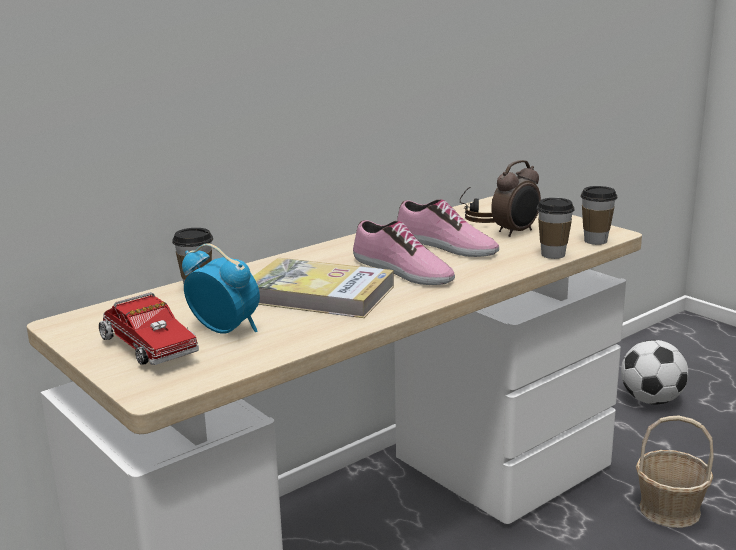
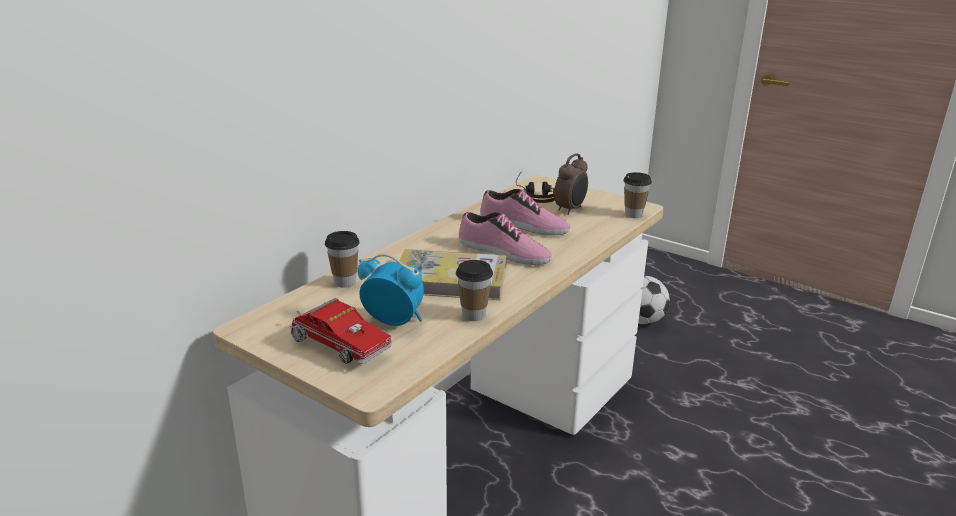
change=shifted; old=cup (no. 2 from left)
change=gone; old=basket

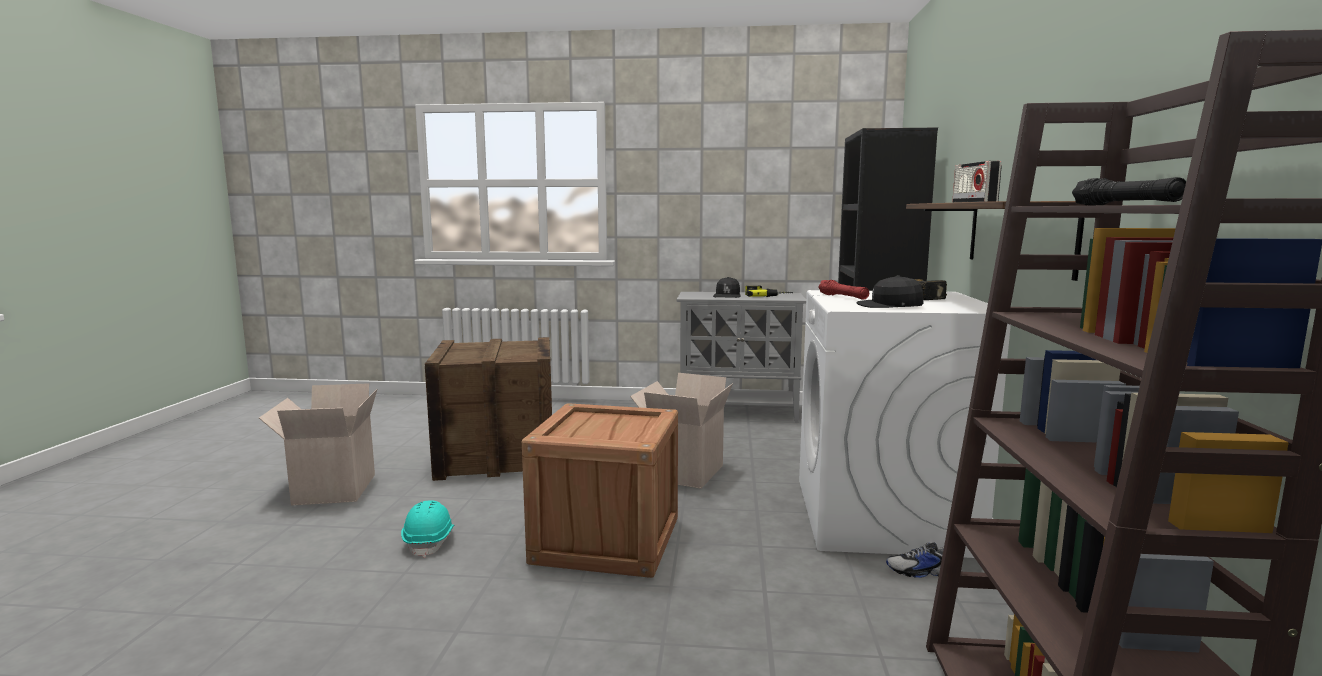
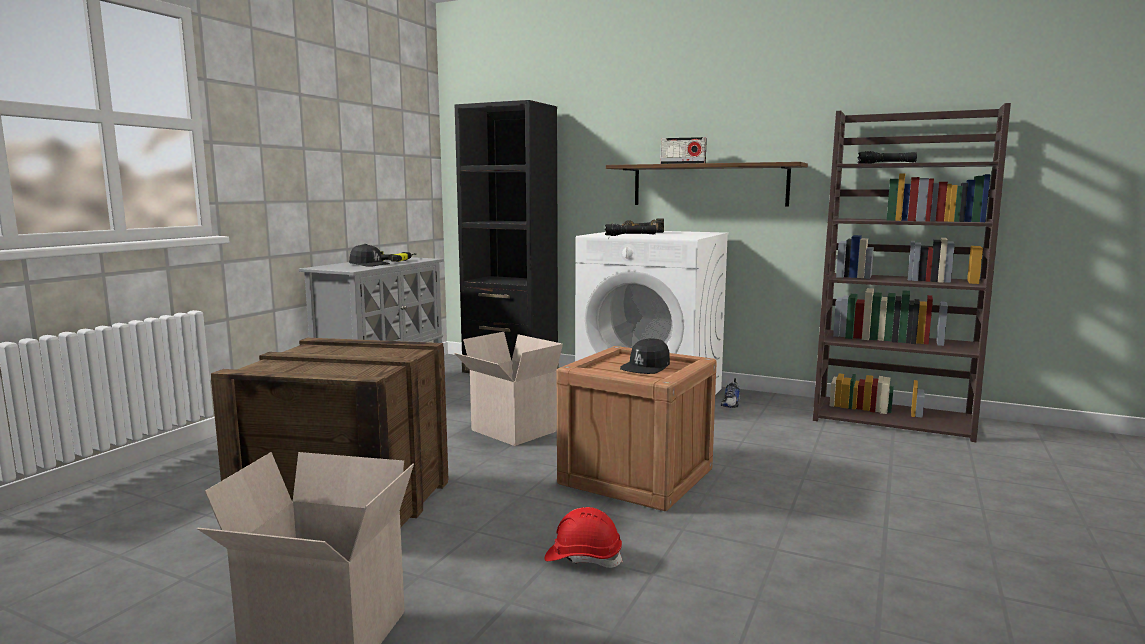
change=repainted; old=hard hat/turquoise; new=hard hat/red
change=repainted; old=flashlight/red; new=flashlight/black (no. 1 from left)
change=shifted; old=cap/black (no. 2 from left)

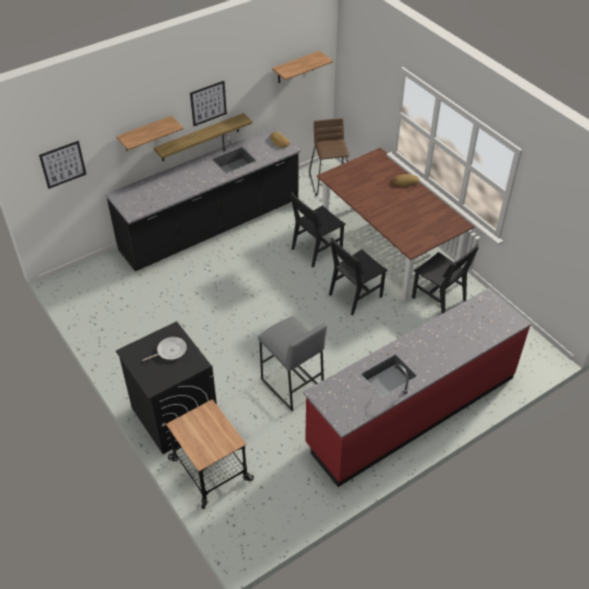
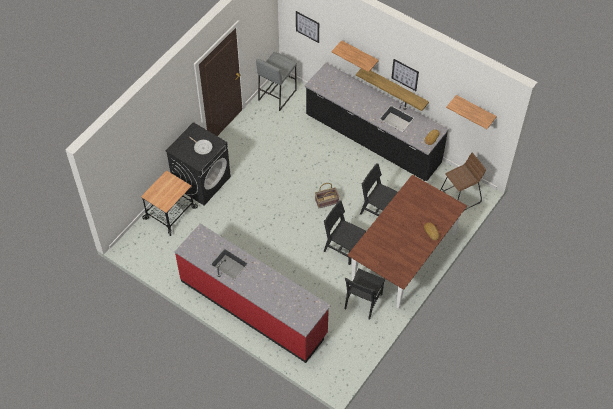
change=shifted; old=stool/grey
change=new; new=basket

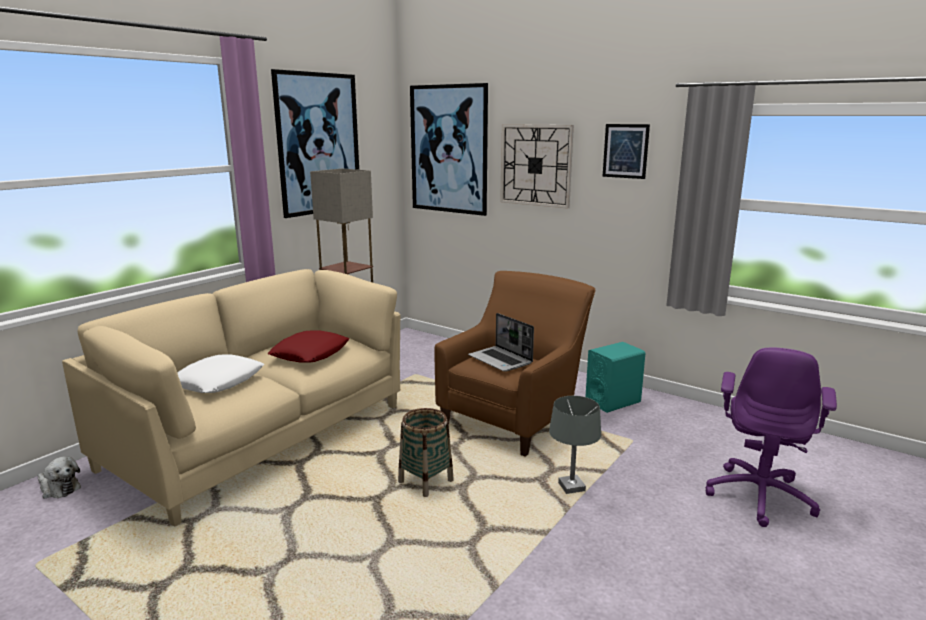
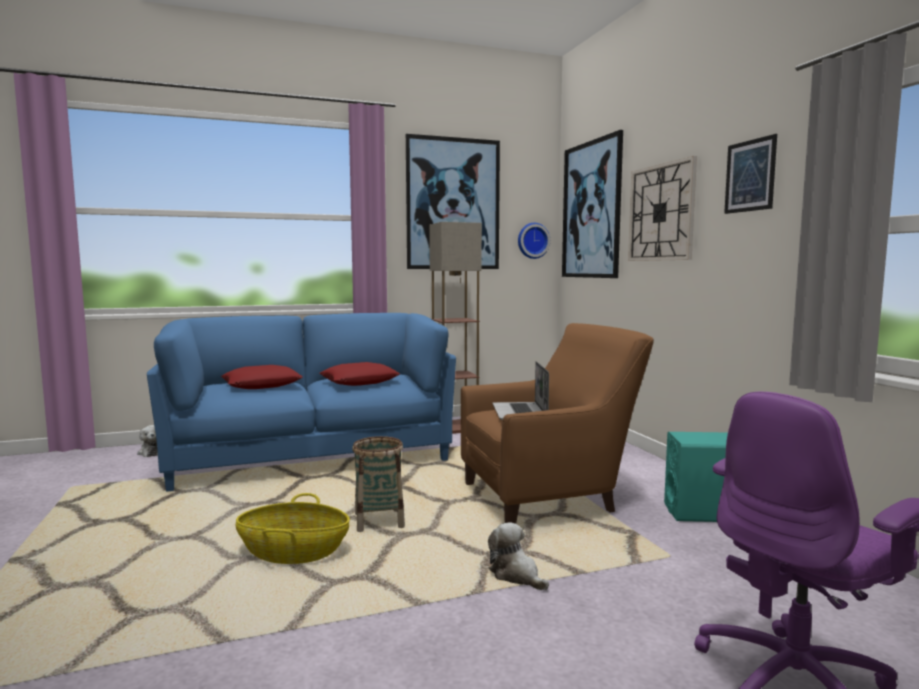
change=repainted; old=sofa/beige; new=sofa/blue
change=repainted; old=pillow/white; new=pillow/red (no. 1 from left)
change=swapped; old=table lamp/grey; new=plush toy (no. 2 from left)
change=new; new=basket (no. 1 from left)
change=new; new=wall clock (no. 1 from left)

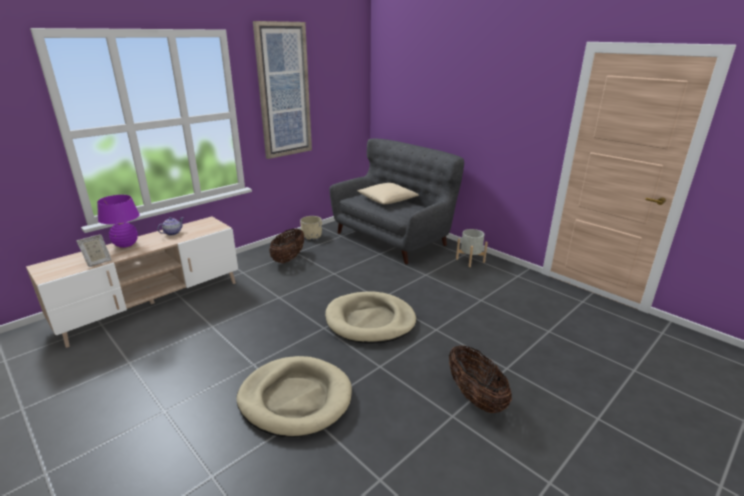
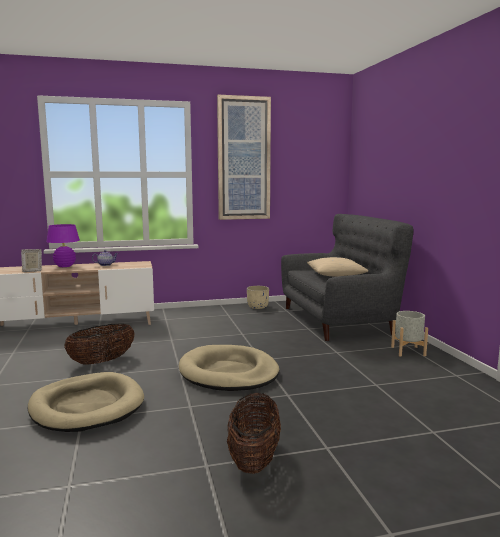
change=shifted; old=basket (no. 1 from left)

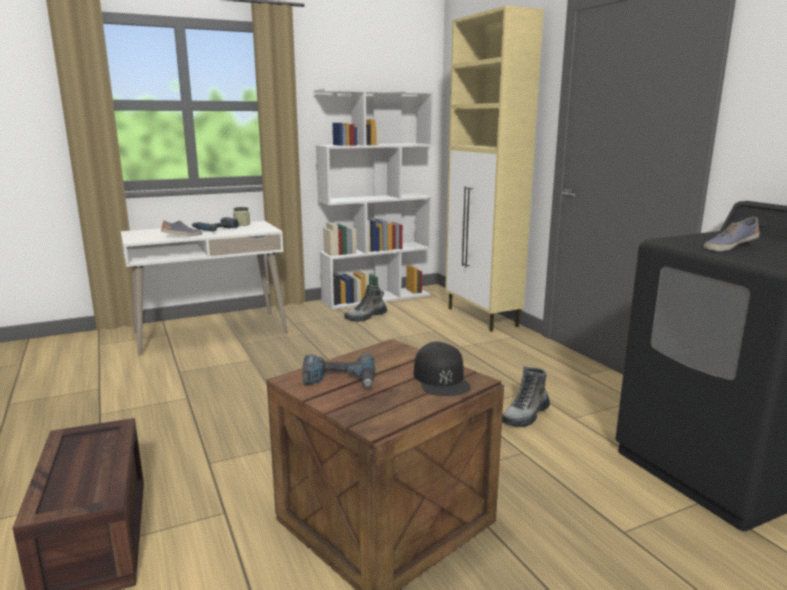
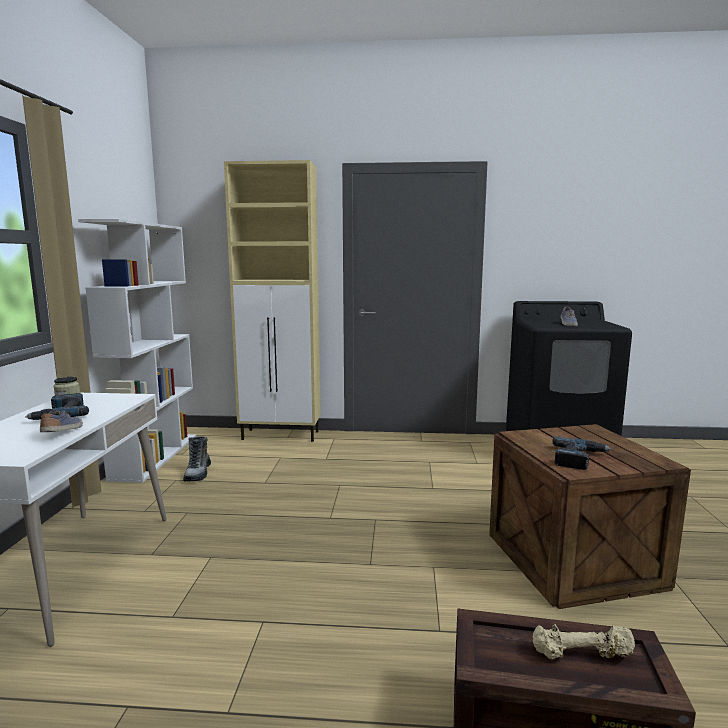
change=gone; old=cap/black
change=gone; old=boot (no. 2 from left)
change=new; new=dumbbell/beige

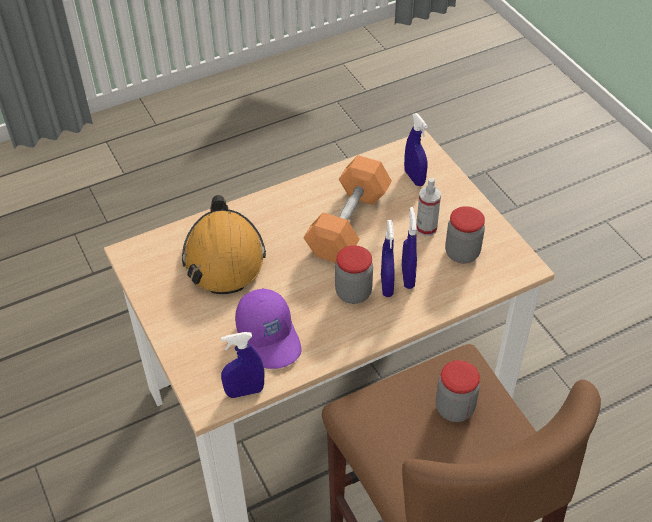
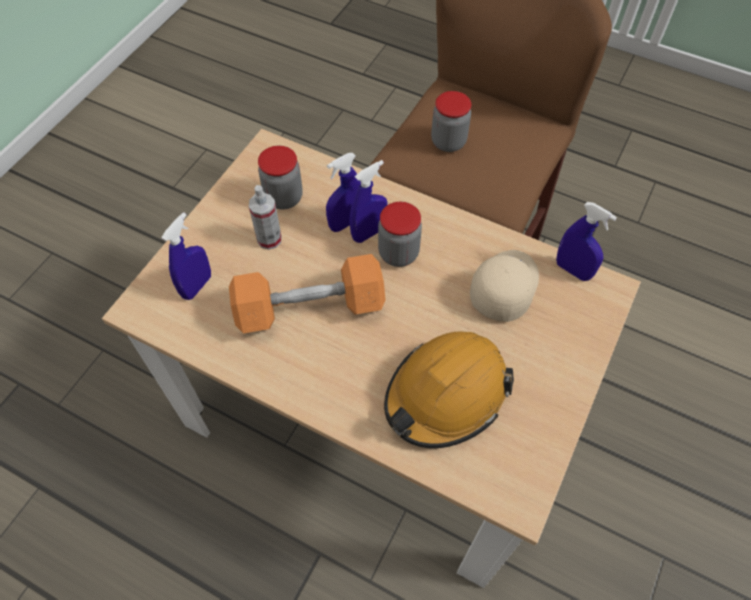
change=repainted; old=cap/purple; new=cap/beige

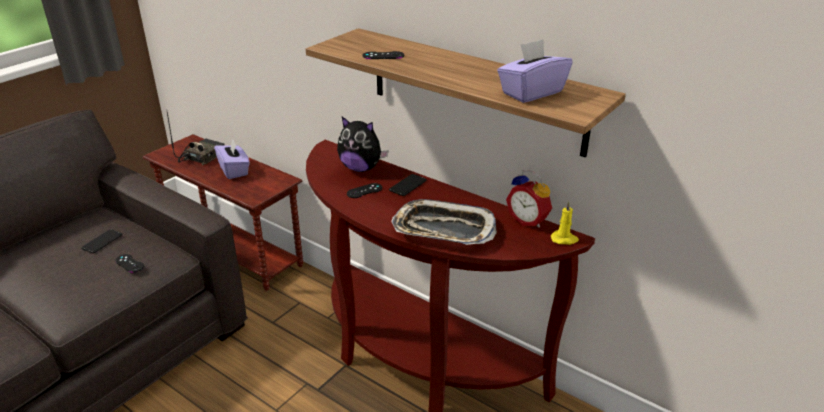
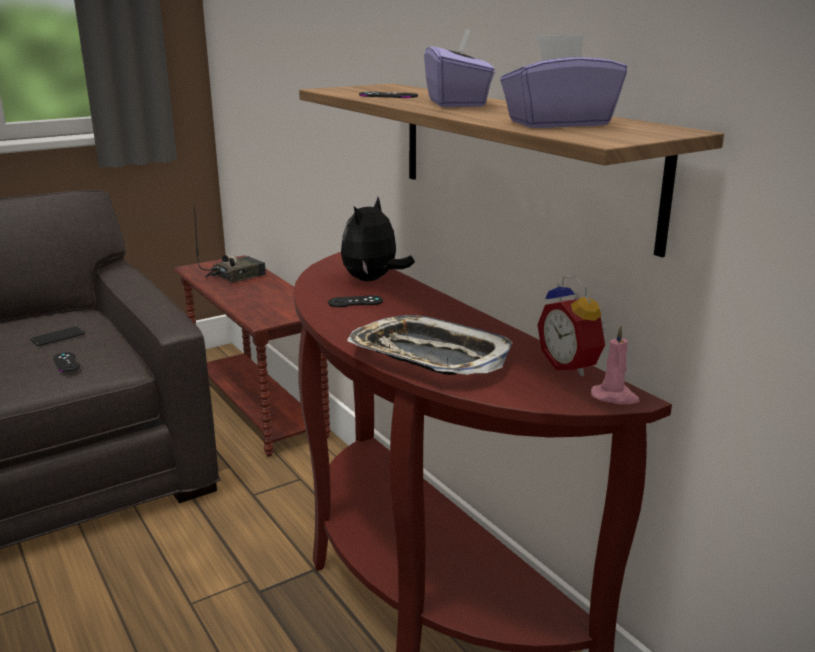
change=shifted; old=tissue box/purple (no. 1 from left)
change=rotated; old=plush toy; degrees=75
change=gone; old=phone (no. 2 from left)
change=repainted; old=candle/yellow; new=candle/pink

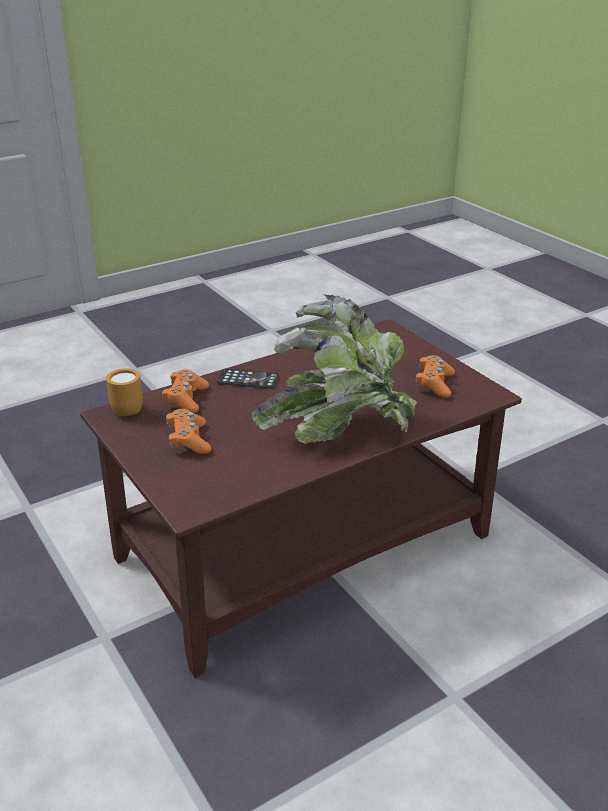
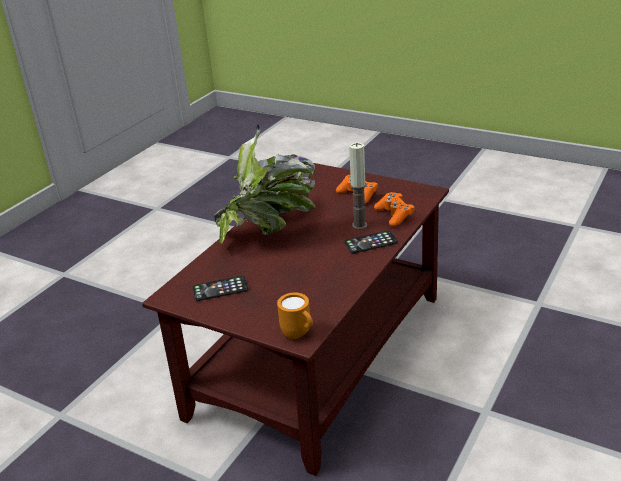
change=shifted; old=mug/orange
change=swapped; old=game controller/orange (no. 3 from left); new=phone (no. 1 from left)
change=new; new=candle

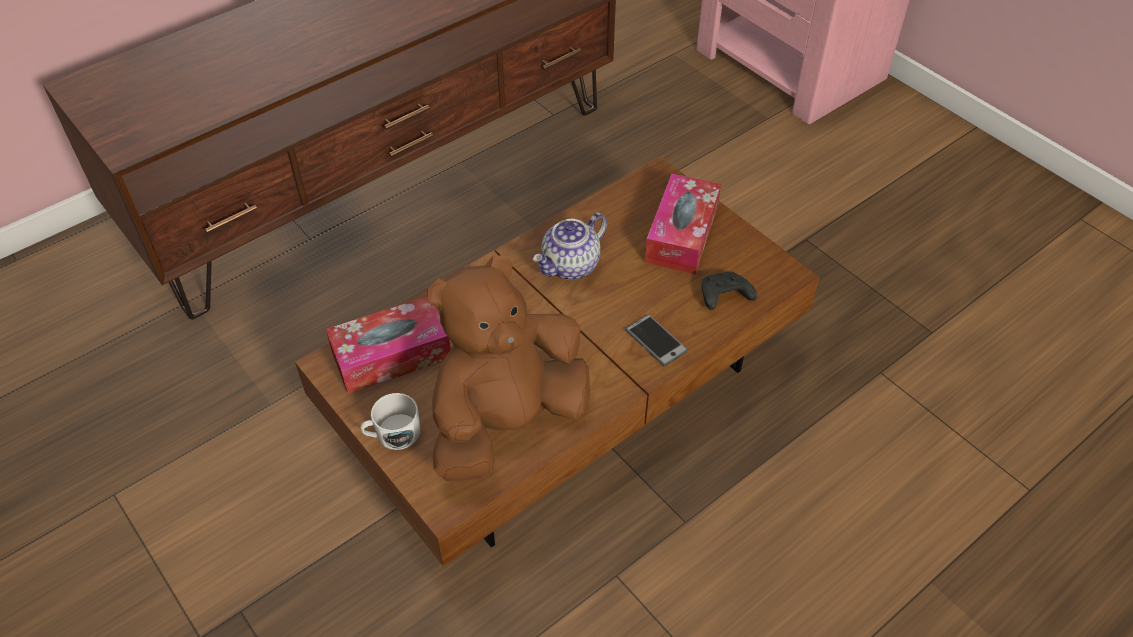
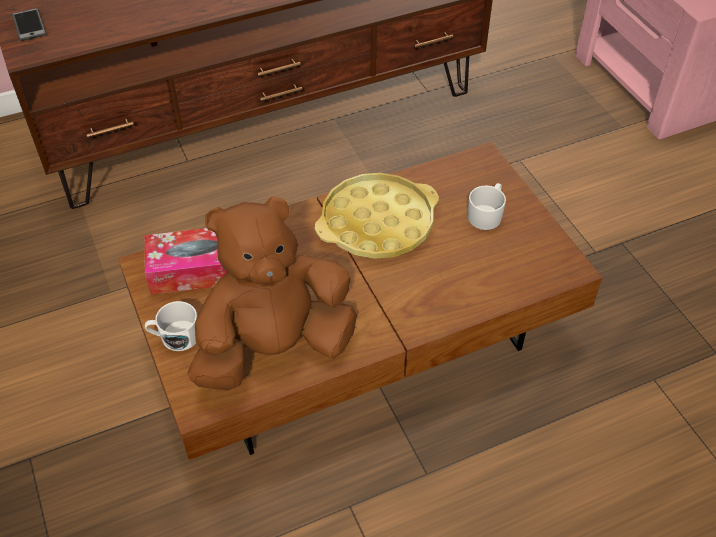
change=swapped; old=teapot; new=tray/yellow
change=shifted; old=phone
change=swapped; old=tissue box (no. 2 from left); new=mug/white (no. 2 from left)
change=gone; old=game controller/black

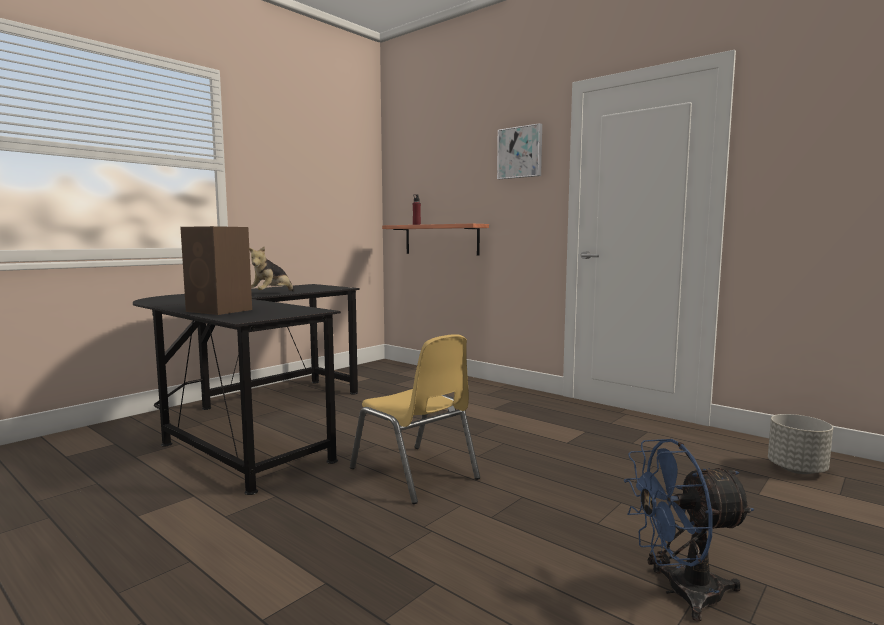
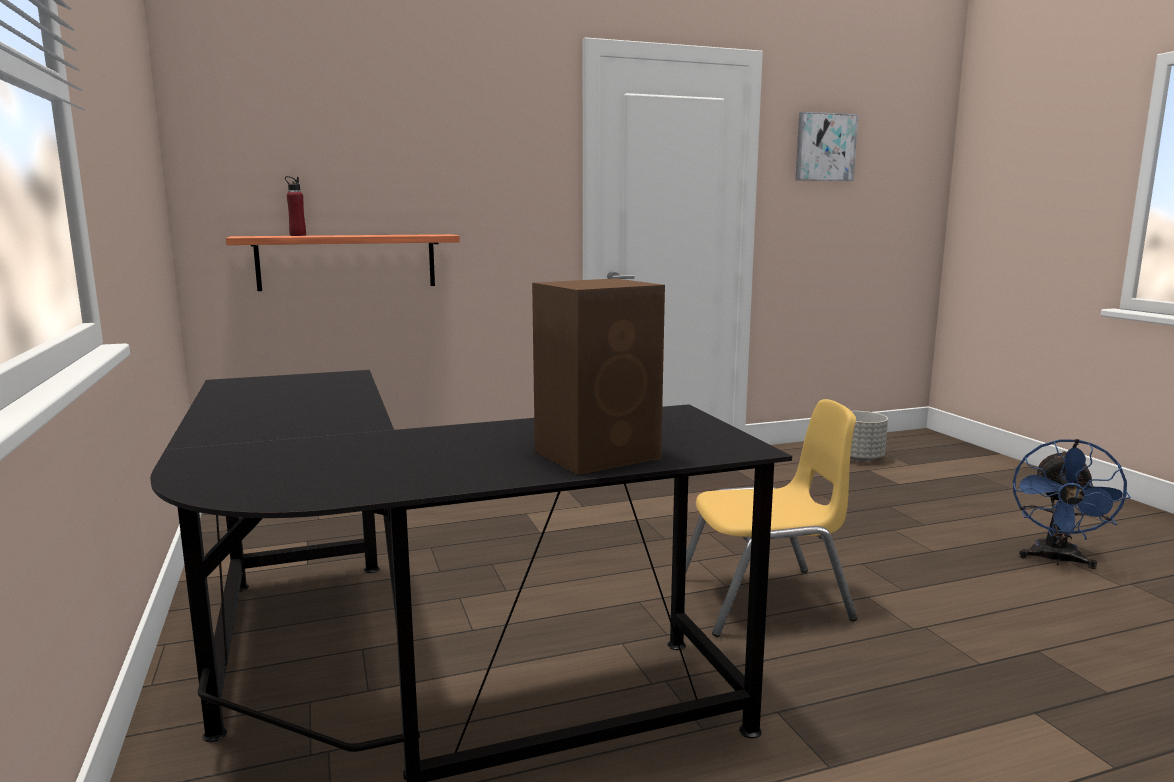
change=gone; old=plush toy
change=shifted; old=picture

